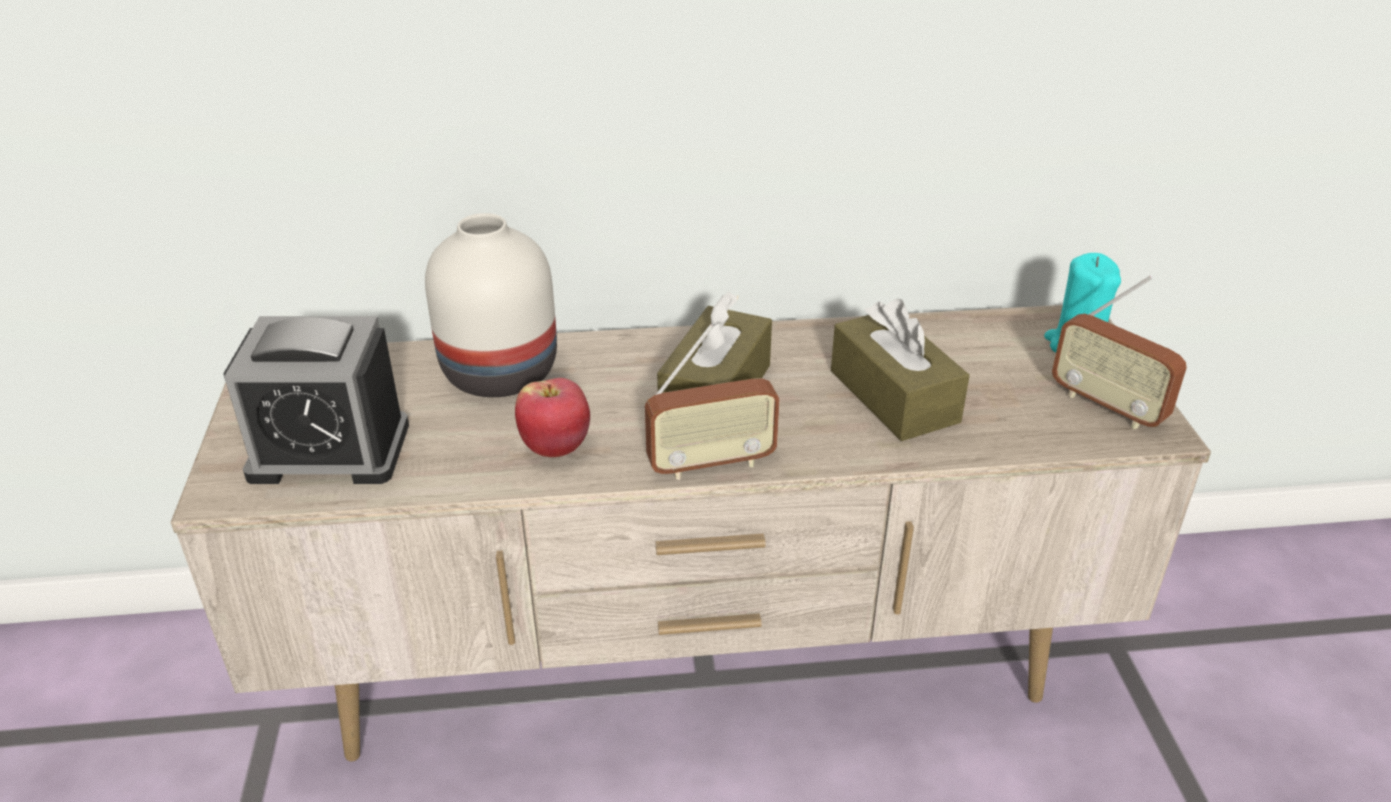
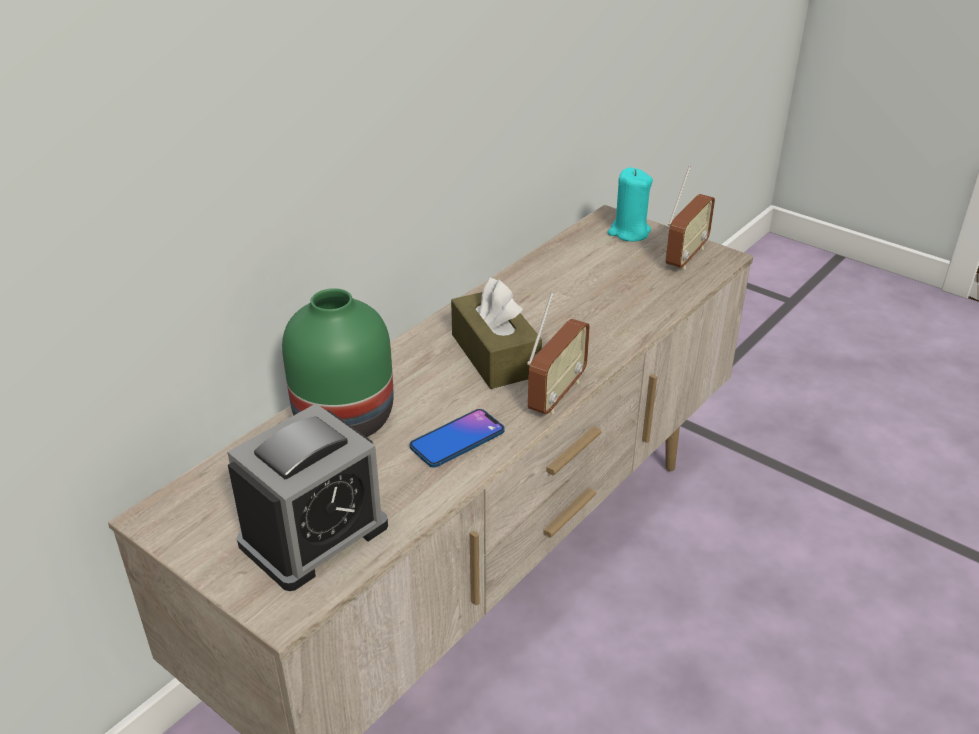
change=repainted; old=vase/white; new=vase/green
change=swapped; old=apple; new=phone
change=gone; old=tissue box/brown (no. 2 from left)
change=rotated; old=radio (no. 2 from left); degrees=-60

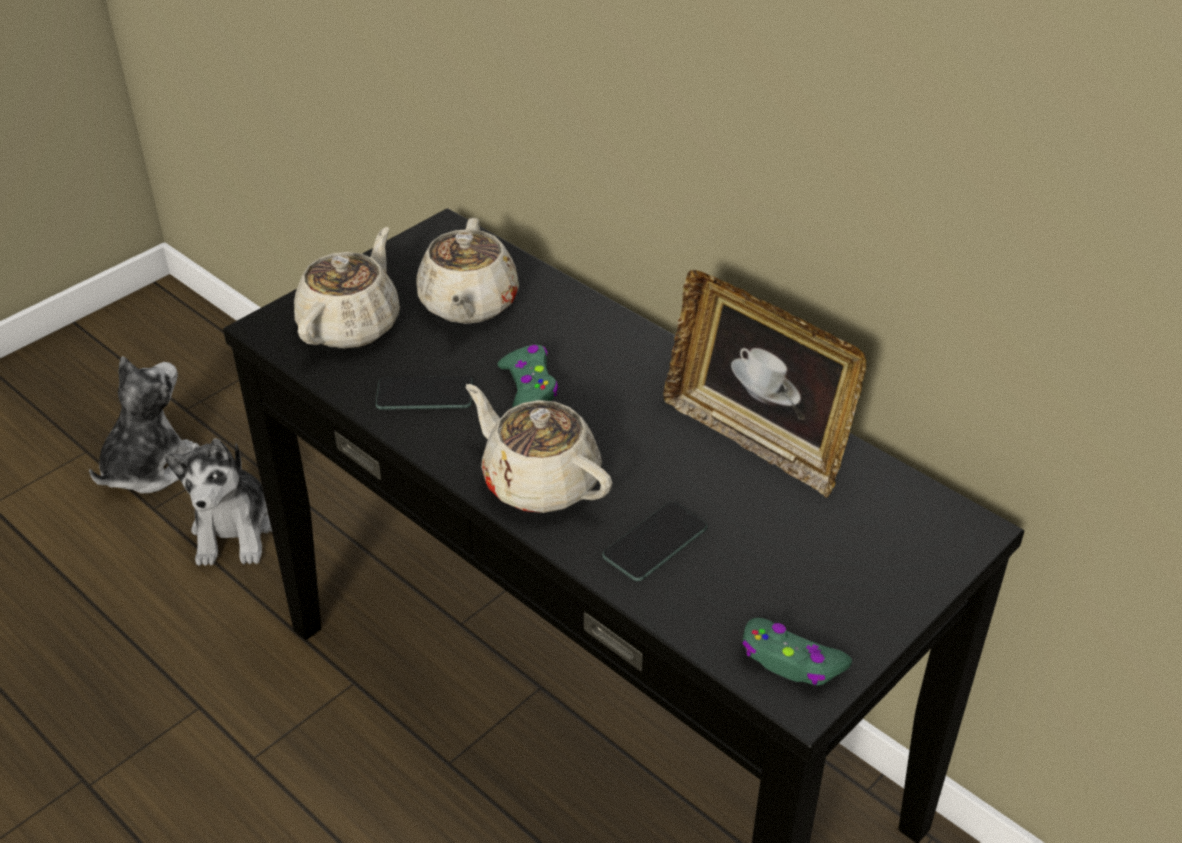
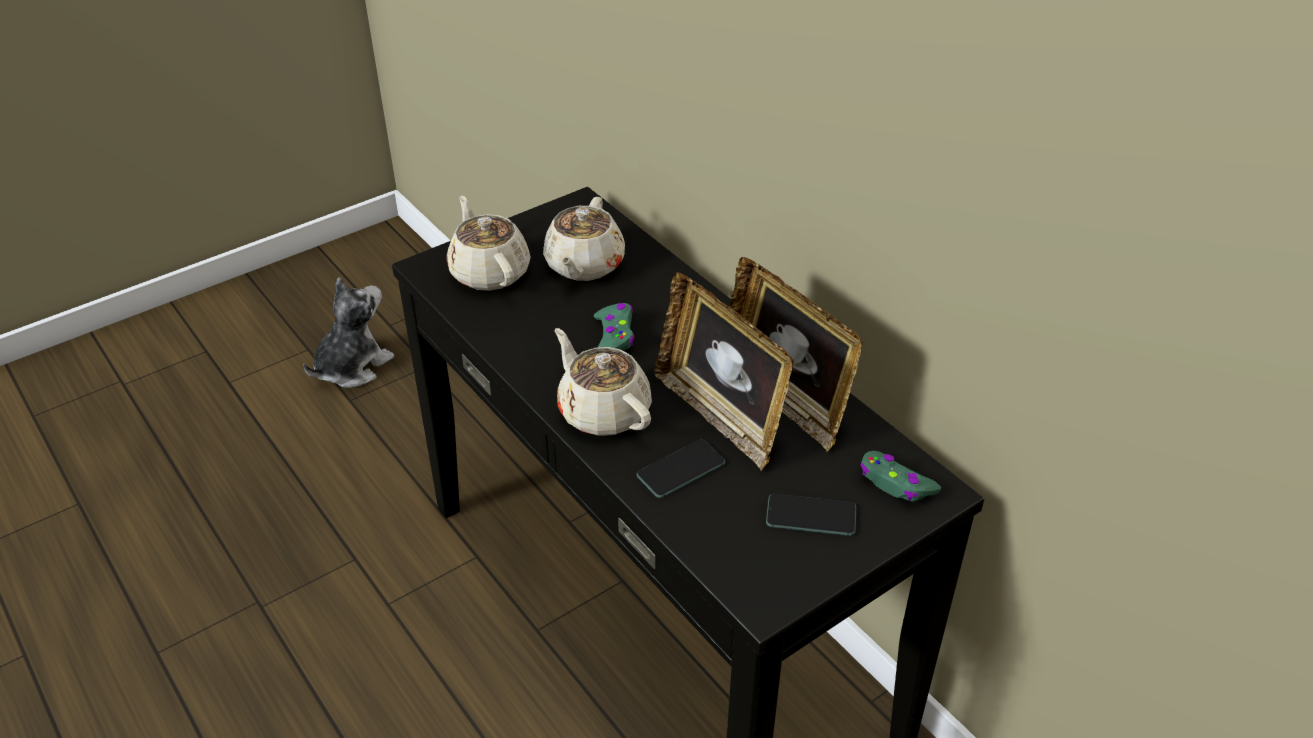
change=gone; old=plush toy (no. 2 from left)
change=rotated; old=teapot/beige (no. 1 from left); degrees=-60
change=shifted; old=phone (no. 1 from left in the first image); new=phone (no. 2 from left)
change=shifted; old=game controller/green (no. 2 from left)
change=new; new=picture frame (no. 1 from left)

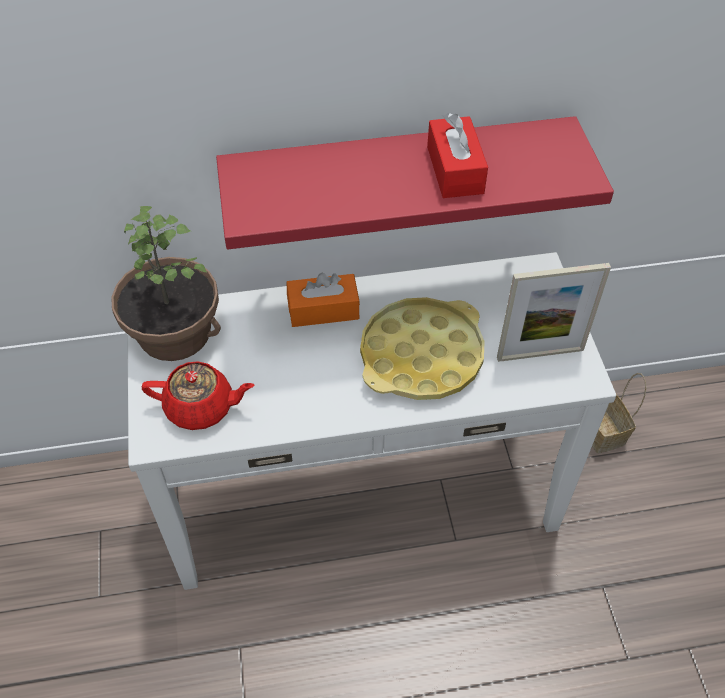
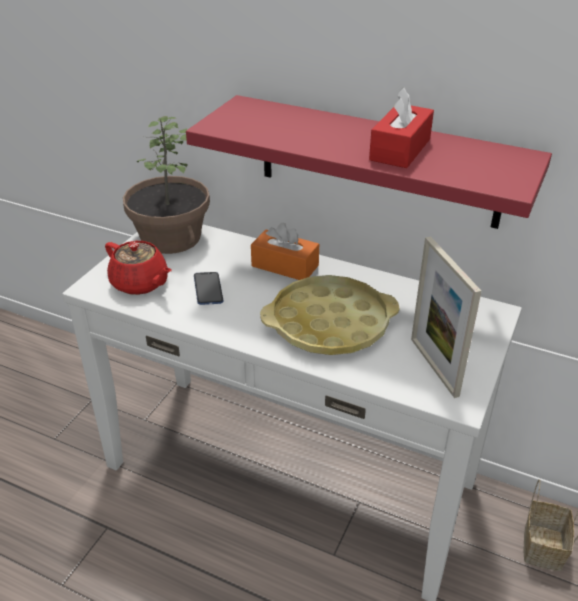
change=rotated; old=picture frame; degrees=45
change=new; new=phone

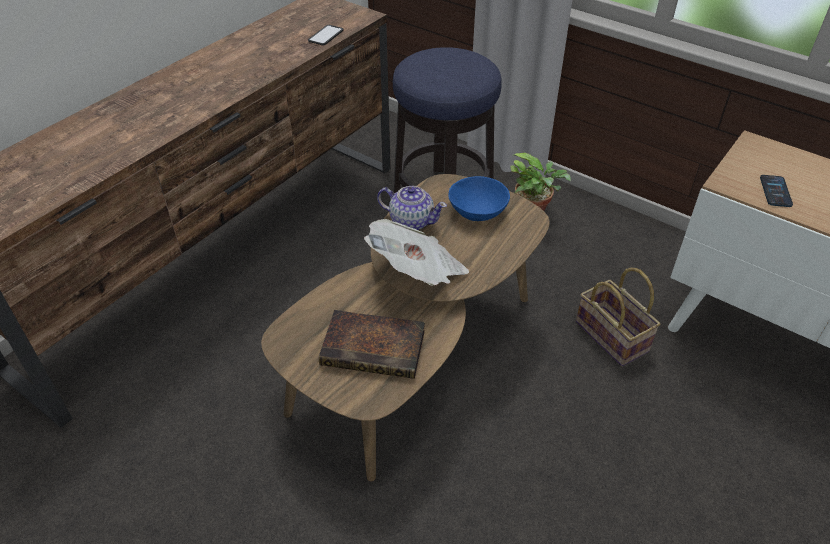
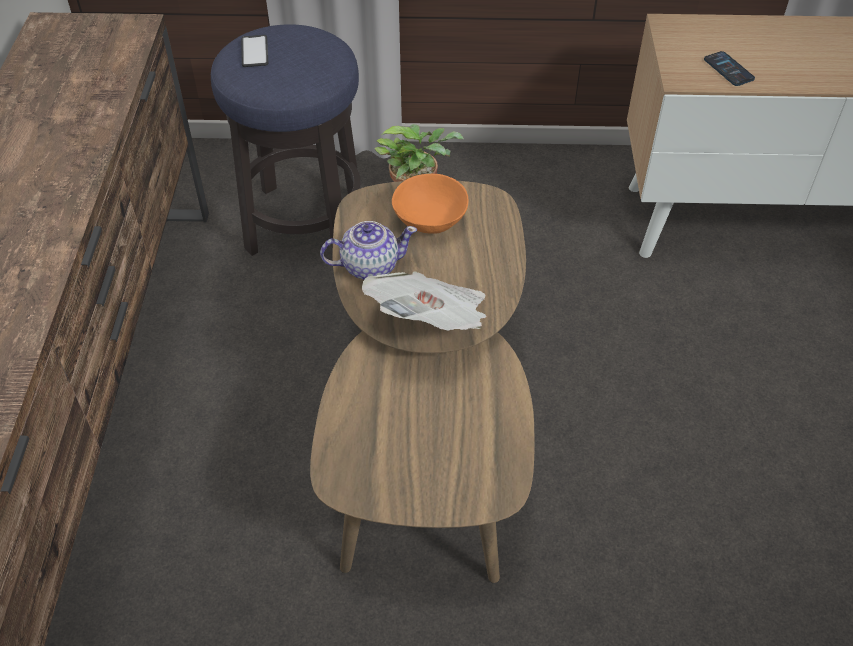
change=shifted; old=phone (no. 1 from left)
change=gone; old=book
change=repainted; old=bowl/blue; new=bowl/orange
change=gone; old=basket

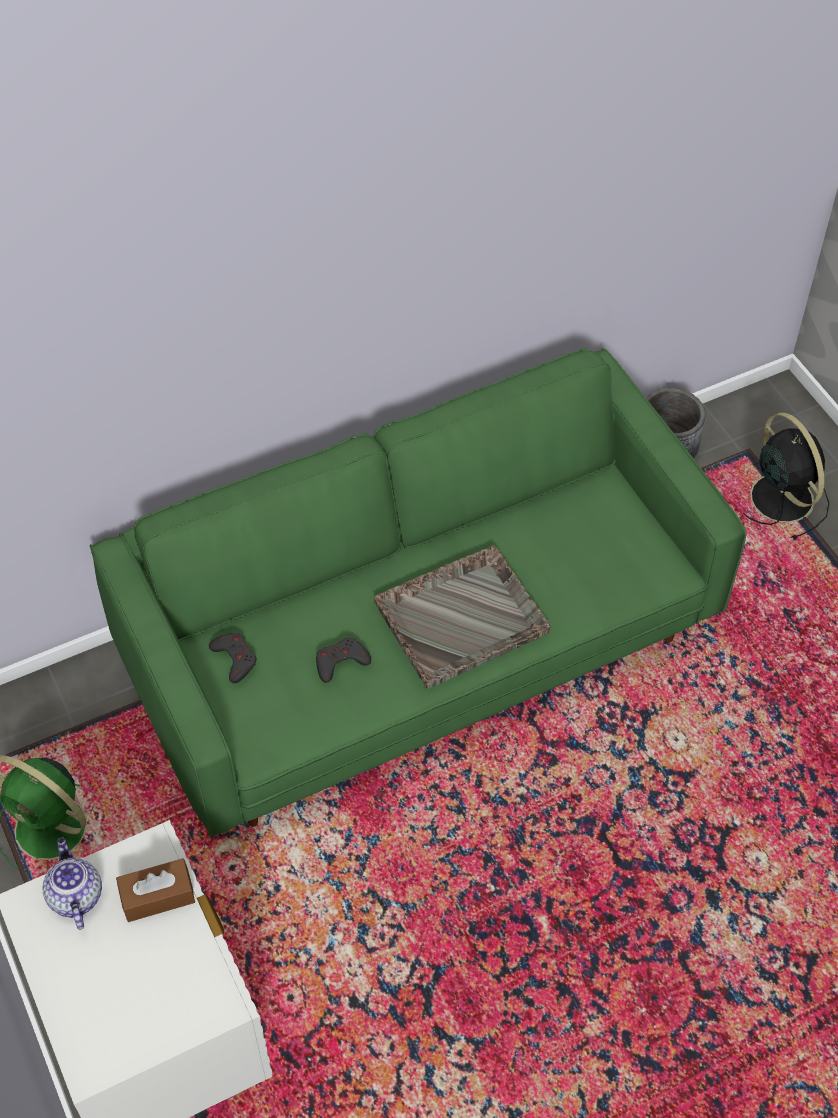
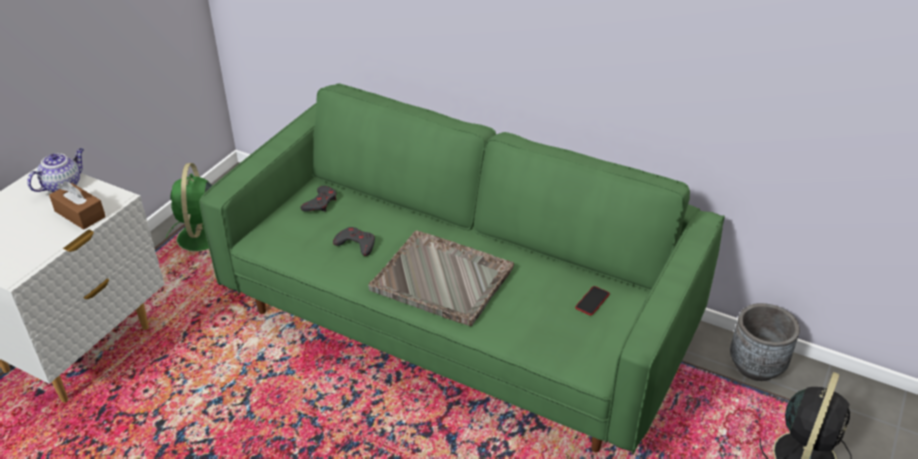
change=new; new=phone

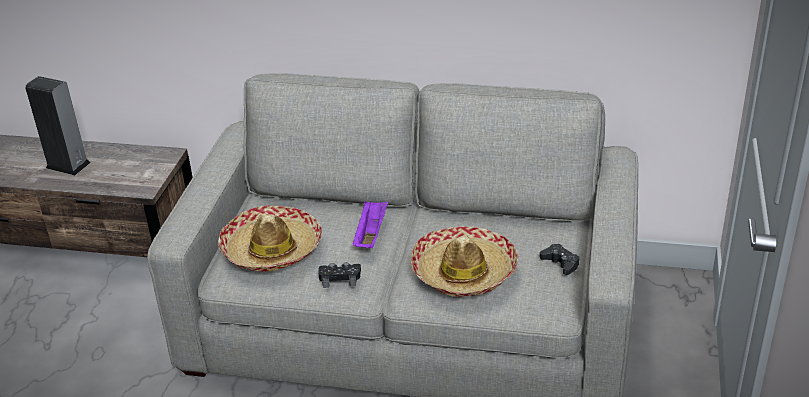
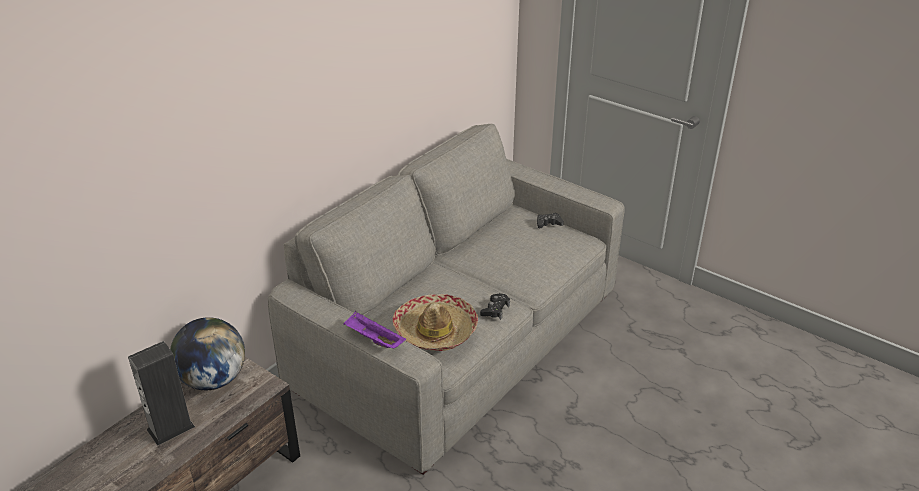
change=shifted; old=tray/purple
change=gone; old=hat (no. 2 from left)
change=new; new=globe

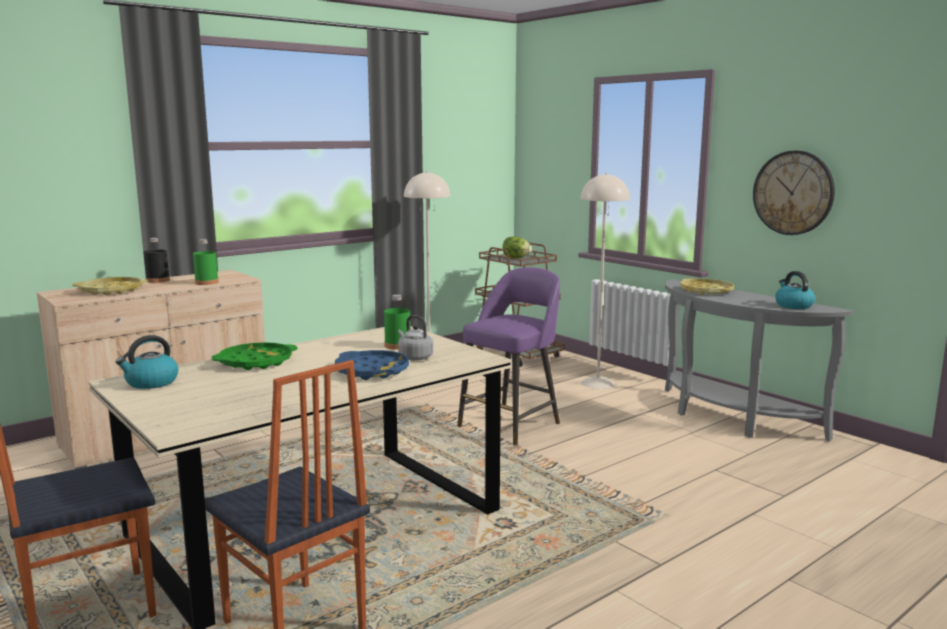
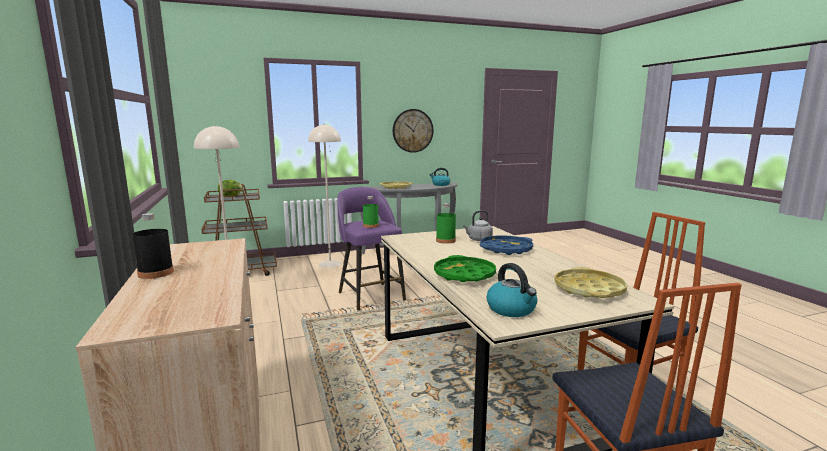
change=shifted; old=tray/yellow (no. 1 from left in the first image); new=tray/yellow (no. 2 from left)
change=shifted; old=bottle/green (no. 1 from left)

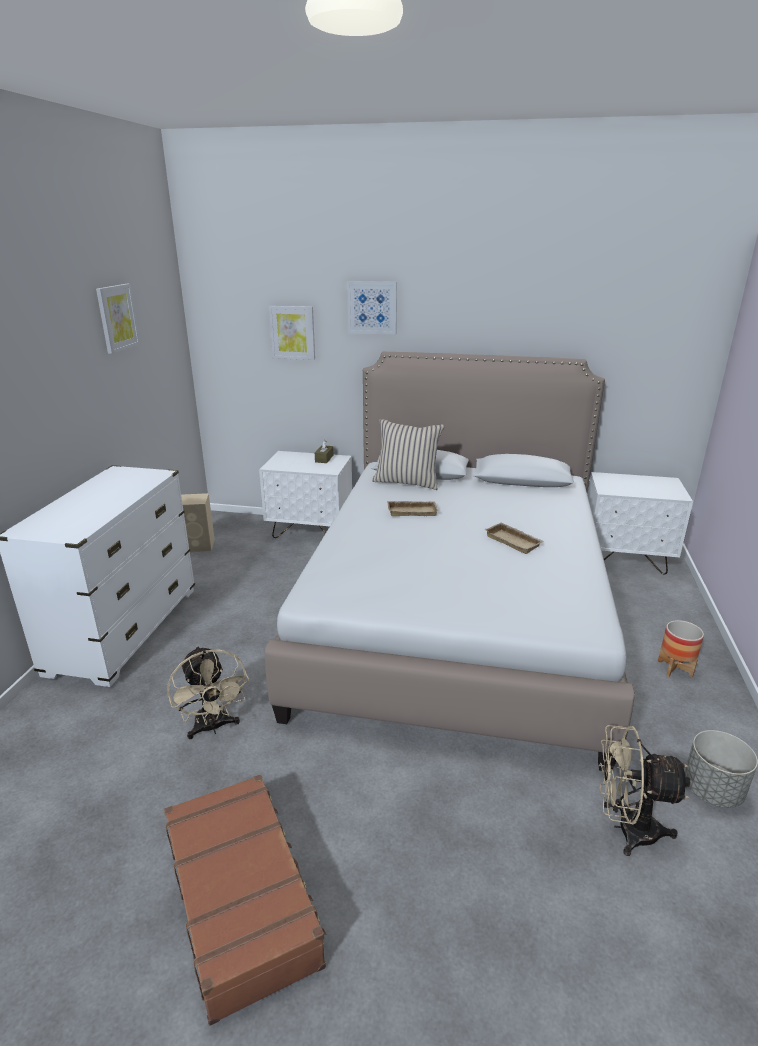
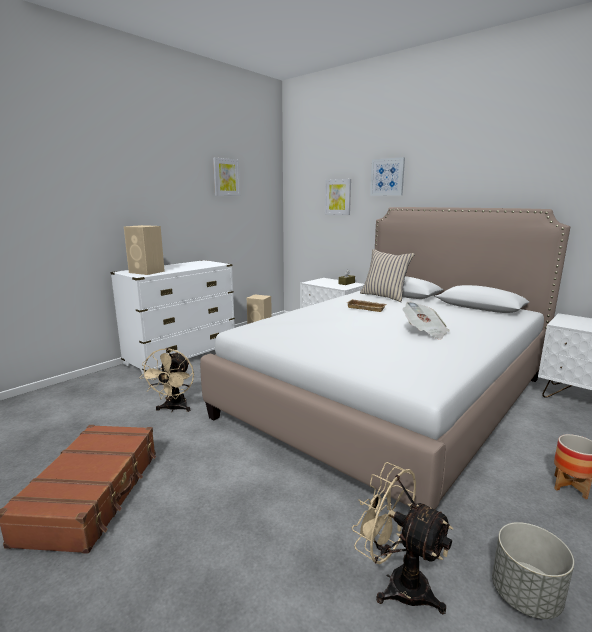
change=swapped; old=tray/beige (no. 2 from left); new=newspaper
change=new; new=speaker/beige (no. 1 from left)

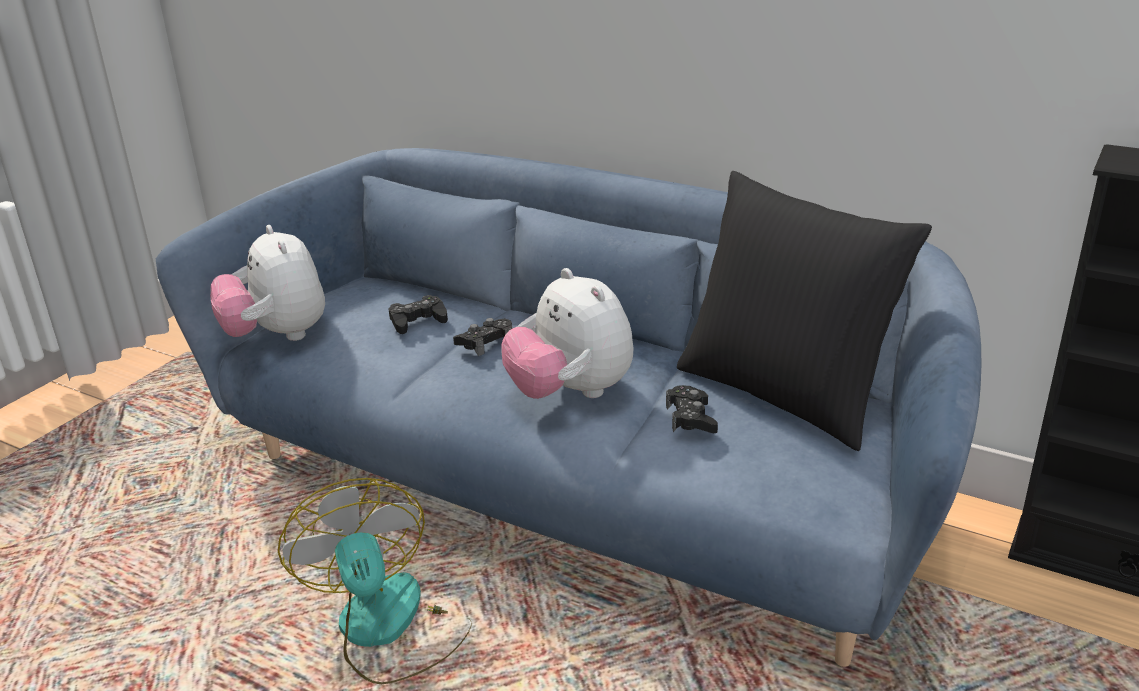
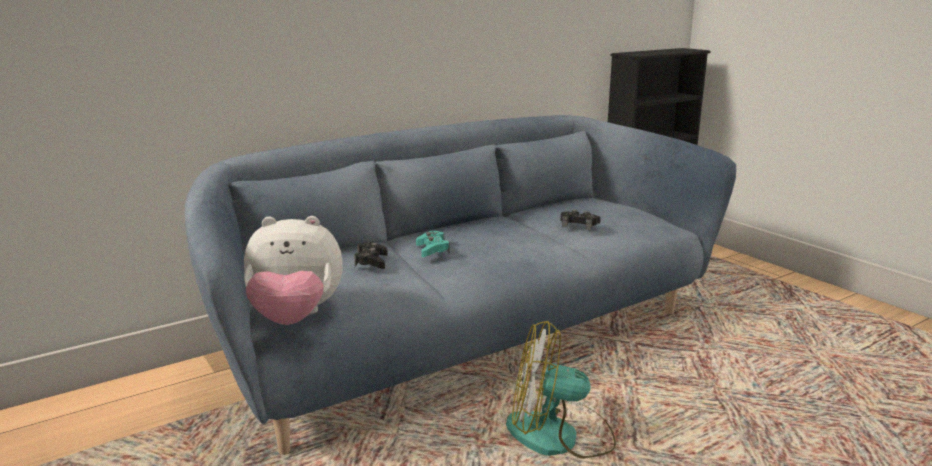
change=repainted; old=game controller/black (no. 2 from left); new=game controller/turquoise
change=gone; old=plush toy (no. 2 from left)
change=gone; old=pillow/black

